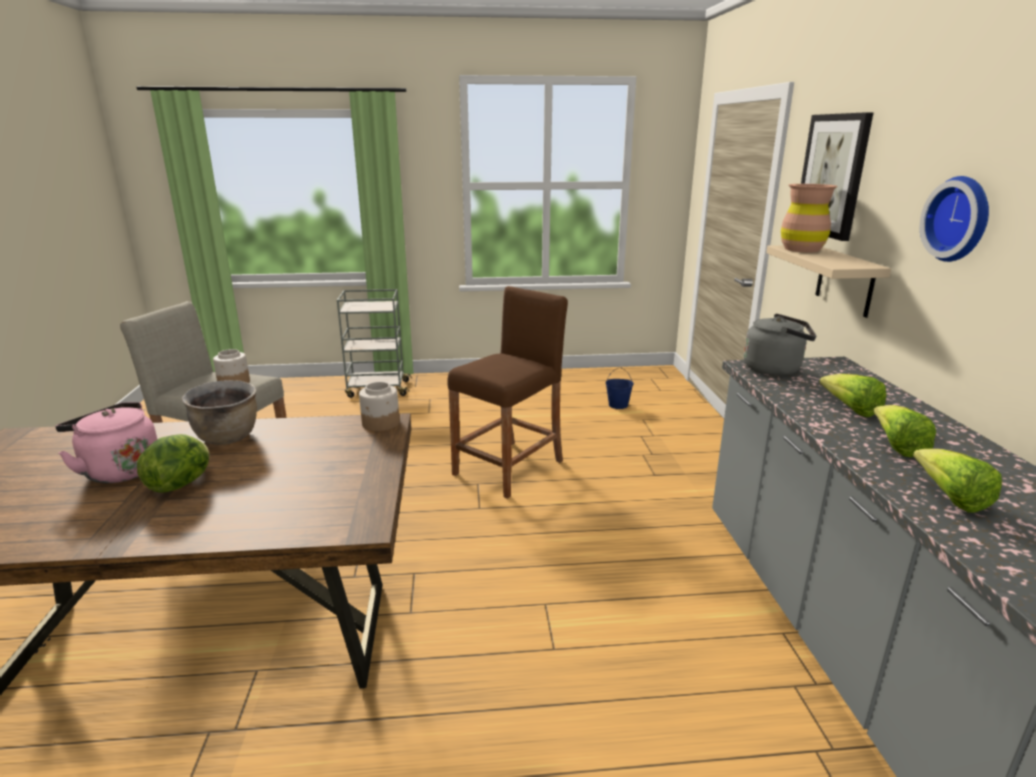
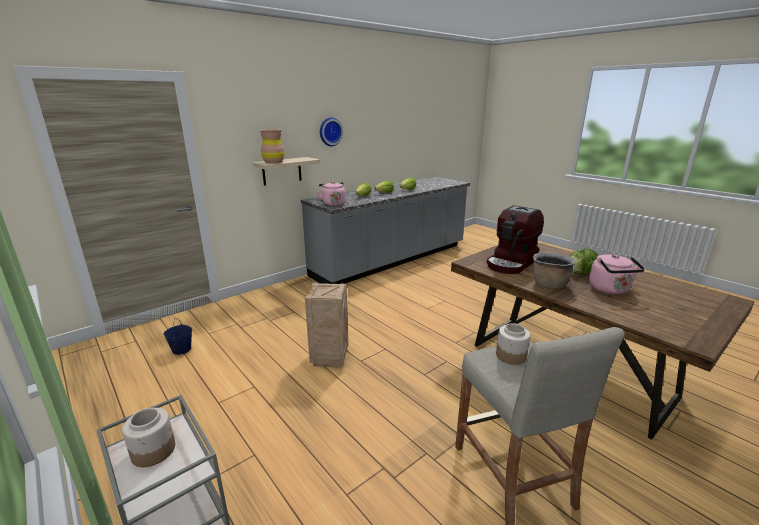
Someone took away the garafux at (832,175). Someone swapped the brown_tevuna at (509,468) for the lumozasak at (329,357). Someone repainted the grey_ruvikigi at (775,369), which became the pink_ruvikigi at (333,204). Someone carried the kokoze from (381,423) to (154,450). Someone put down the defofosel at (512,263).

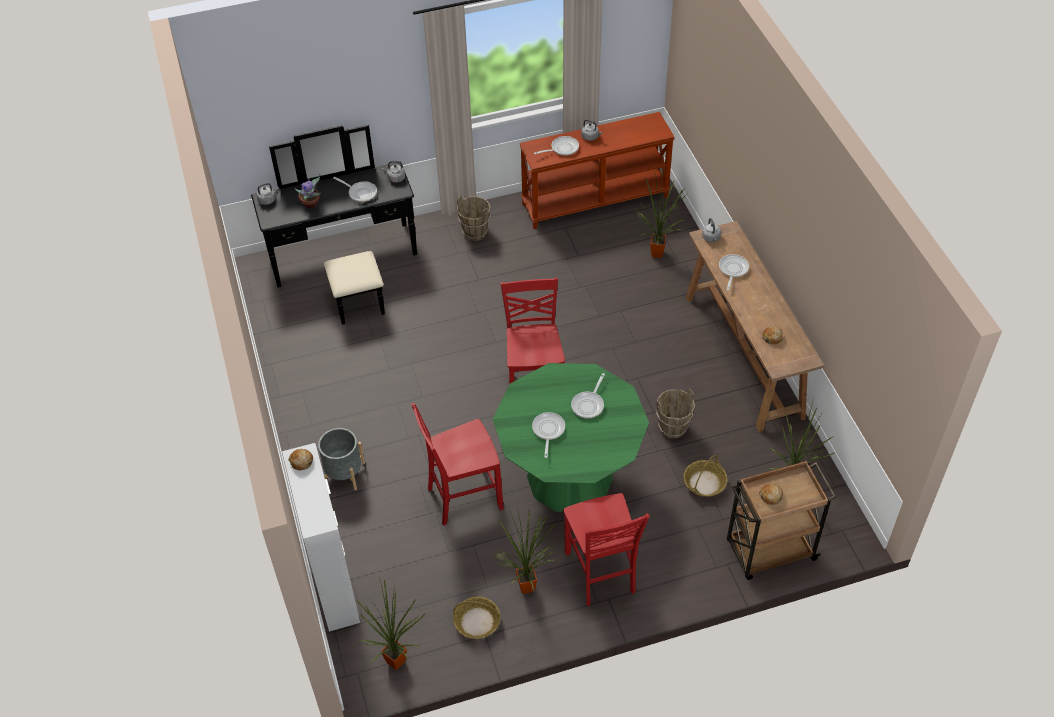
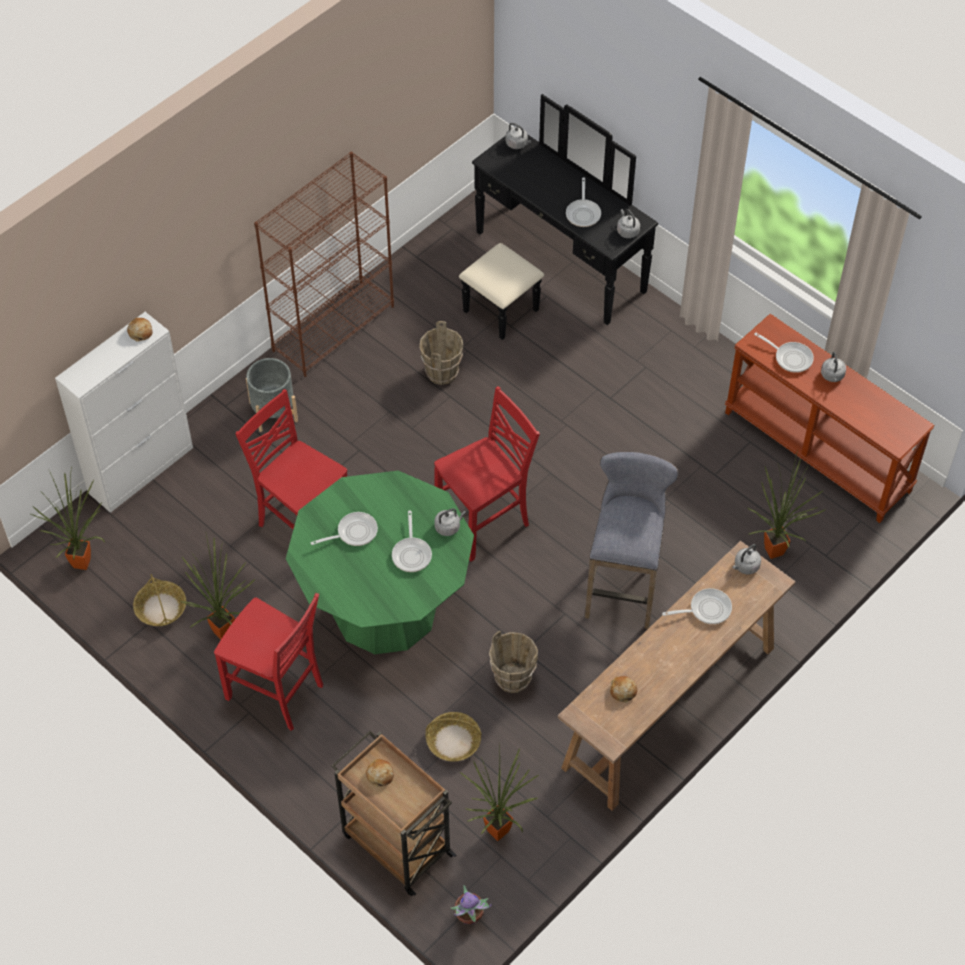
Someone carried the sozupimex from (311,204) to (469,916). Someone carried the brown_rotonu from (475,232) to (442,373). Someone rotated the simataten at (589,404) by 90 degrees counterclockwise. Someone rotated the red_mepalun at (601,574) by 105 degrees counterclockwise. Someone put down the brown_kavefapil at (333,328). Someone put down the grey_tevuna at (623,585). Someone put down the grey_ruvikigi at (448,527).

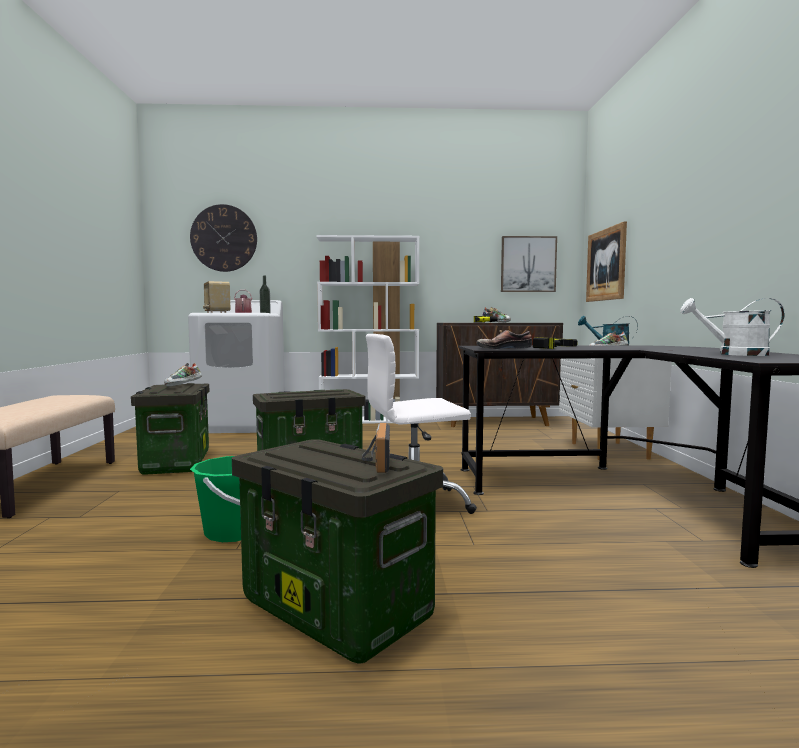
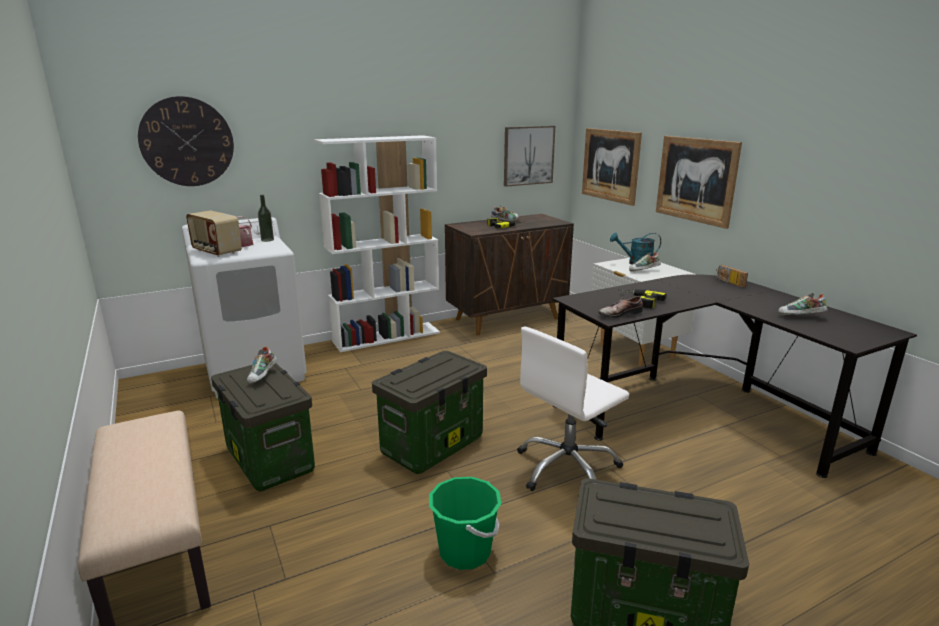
Someone swapped the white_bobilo at (734,354) for the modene at (800,317). Someone carried the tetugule from (375,462) to (727,283). Someone put up the garafux at (696,180).

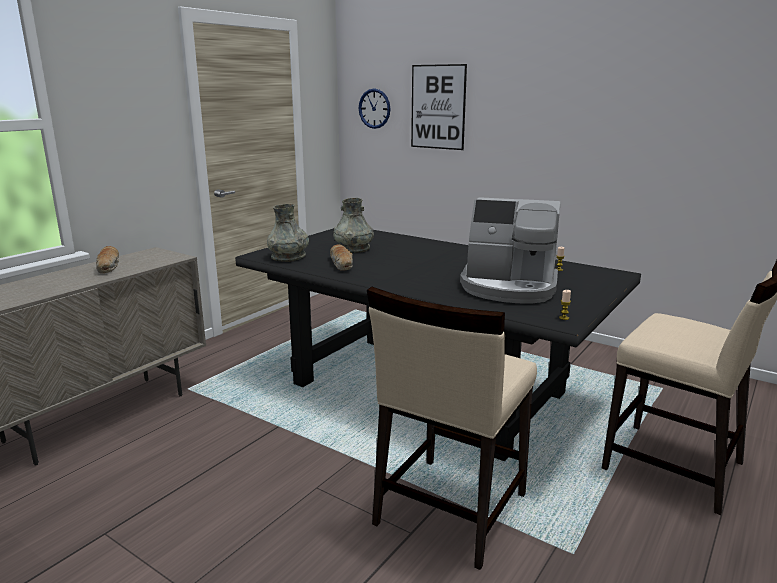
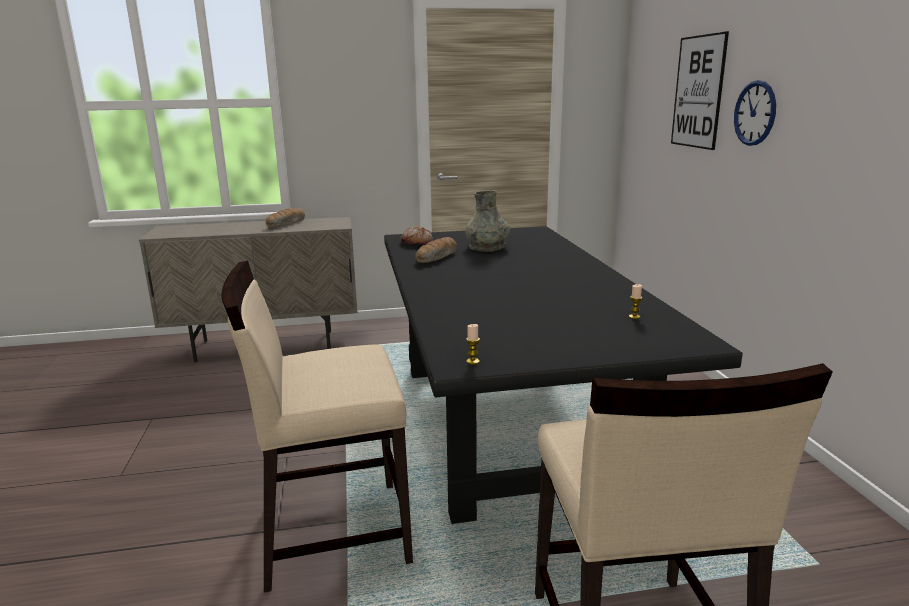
Someone carried the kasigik from (374,108) to (755,113). Someone took away the defofosel at (509,287). Someone swapped the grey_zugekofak at (288,257) for the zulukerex at (417,243).

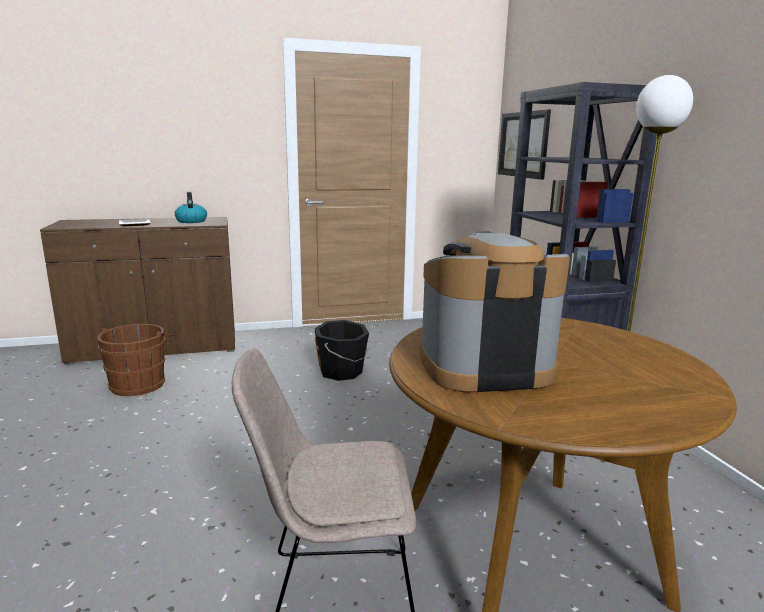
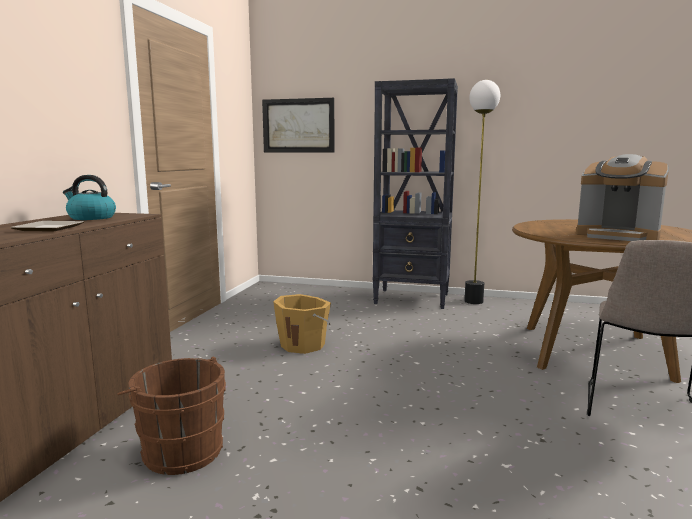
Someone rotated the defofosel at (484,368) by 75 degrees counterclockwise. Someone repainted the black_rotonu at (342,372), which became the orange_rotonu at (303,345).

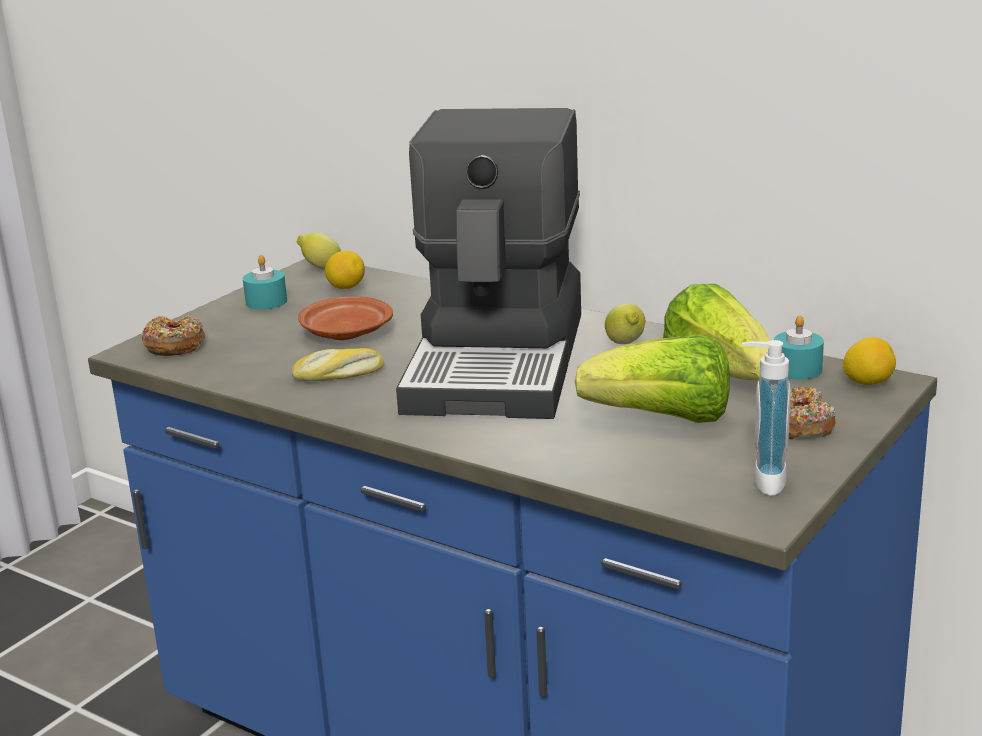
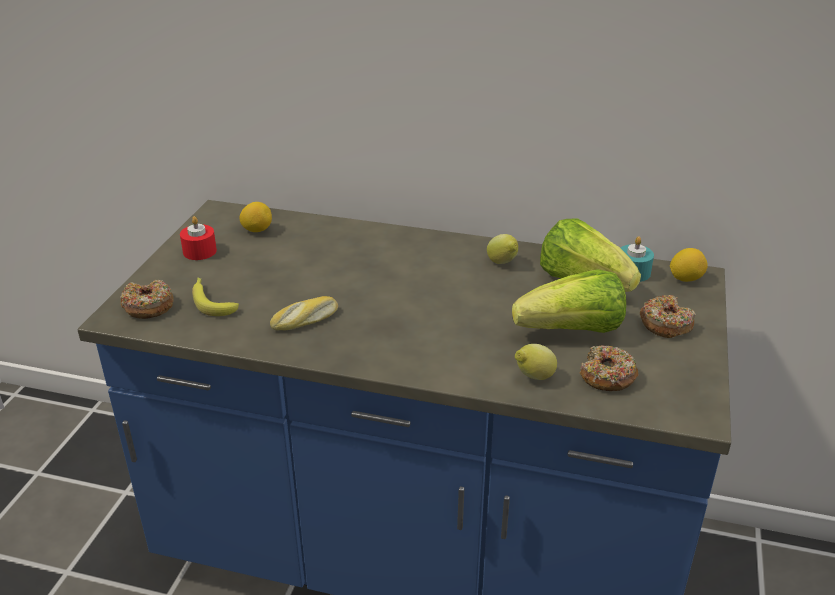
Someone took away the defofosel at (500,361). Someone carried the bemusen from (321,269) to (533,377). Someone repainted the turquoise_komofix at (266,302), which became the red_komofix at (199,251). Someone took away the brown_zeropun at (345,332). Someone took away the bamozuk at (762,481). Someone put down the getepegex at (211,301). Someone put down the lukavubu at (607,376).

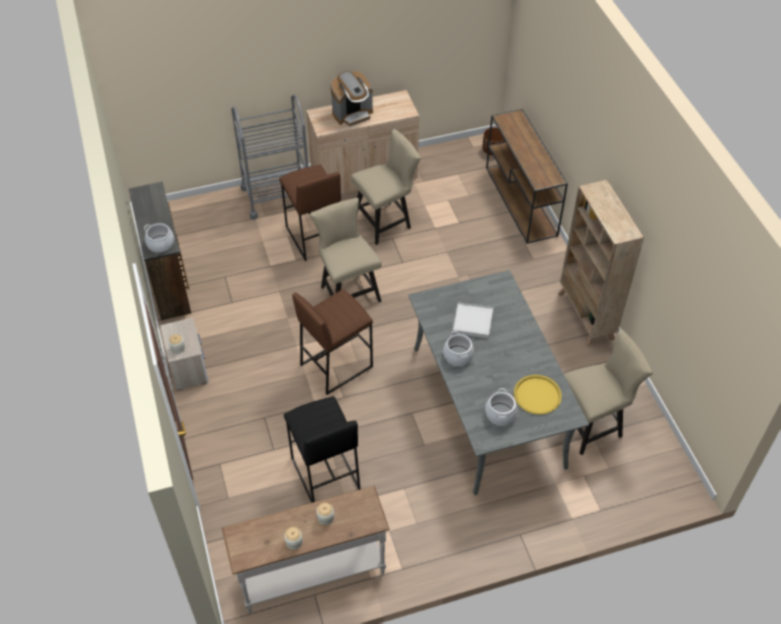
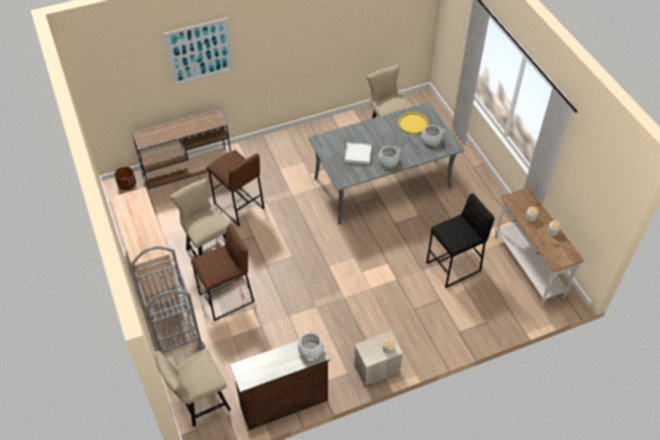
Someone took away the defofosel at (352,114). Someone took away the beige_kavefapil at (585,316). Someone carried the beige_mepalun from (347,291) to (199,403). Someone carried the brown_tevuna from (336,365) to (238,206). Someone put up the garafux at (199,51).

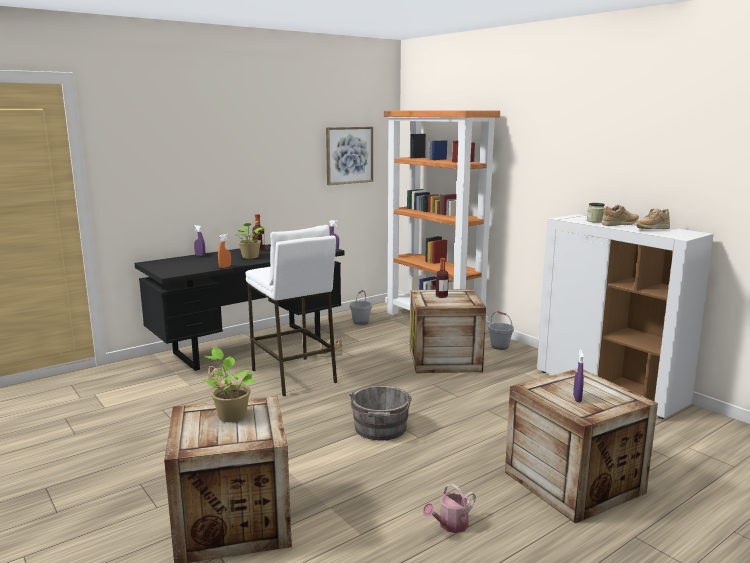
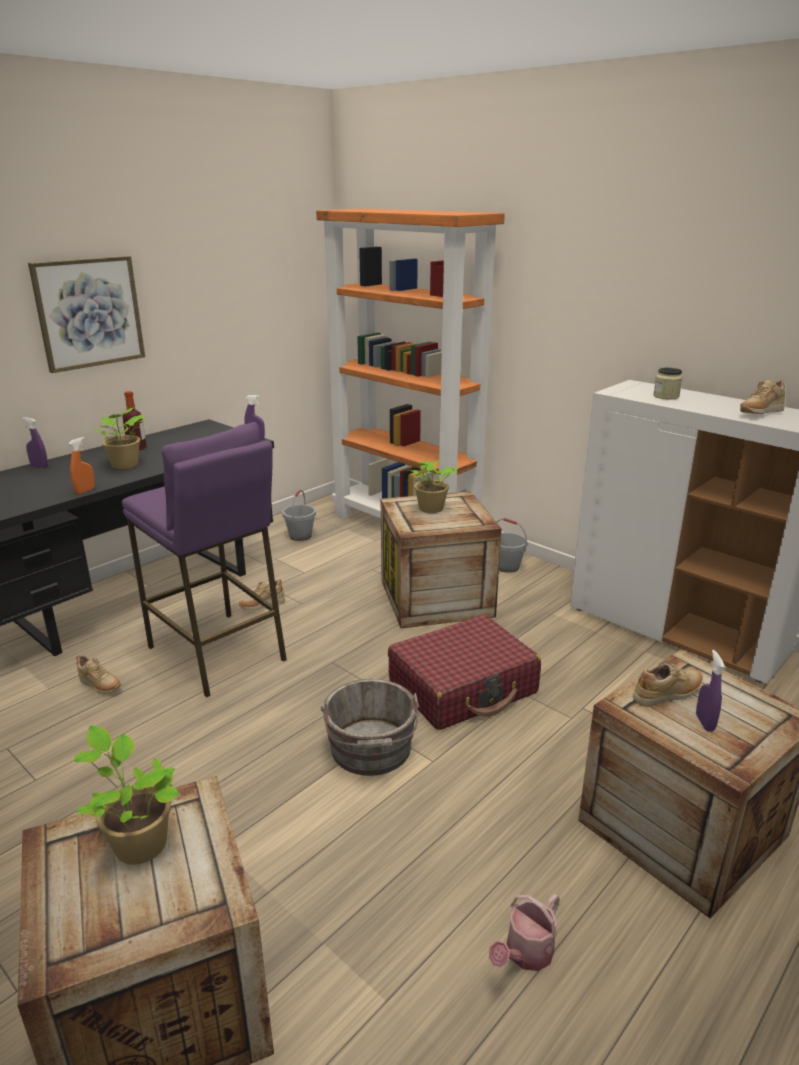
Someone carried the garafux from (349,155) to (89,313). Someone carried the beige_modene from (620,225) to (667,695). Someone repainted the white_tevuna at (294,376), which became the purple_tevuna at (217,653). Someone swapped the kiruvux at (441,296) for the sozupimex at (430,509). Someone put down the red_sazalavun at (463,687).

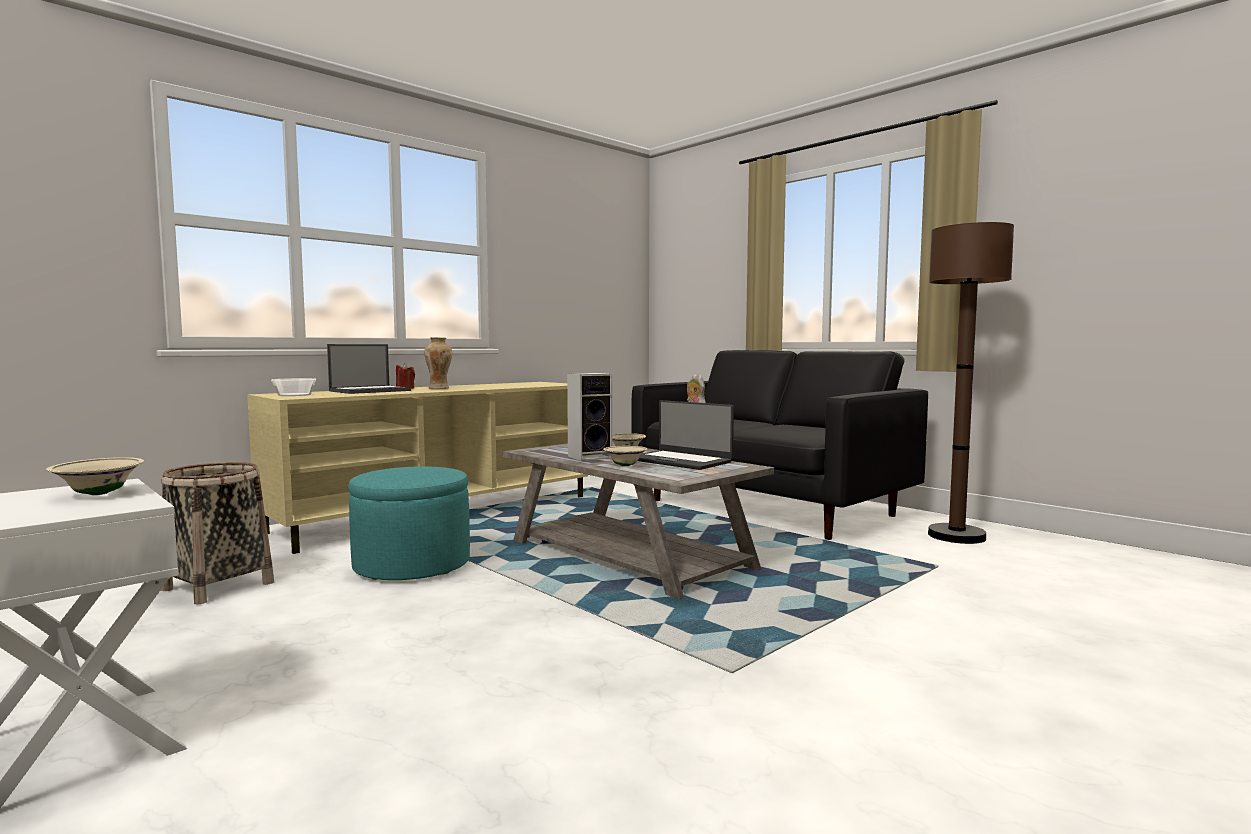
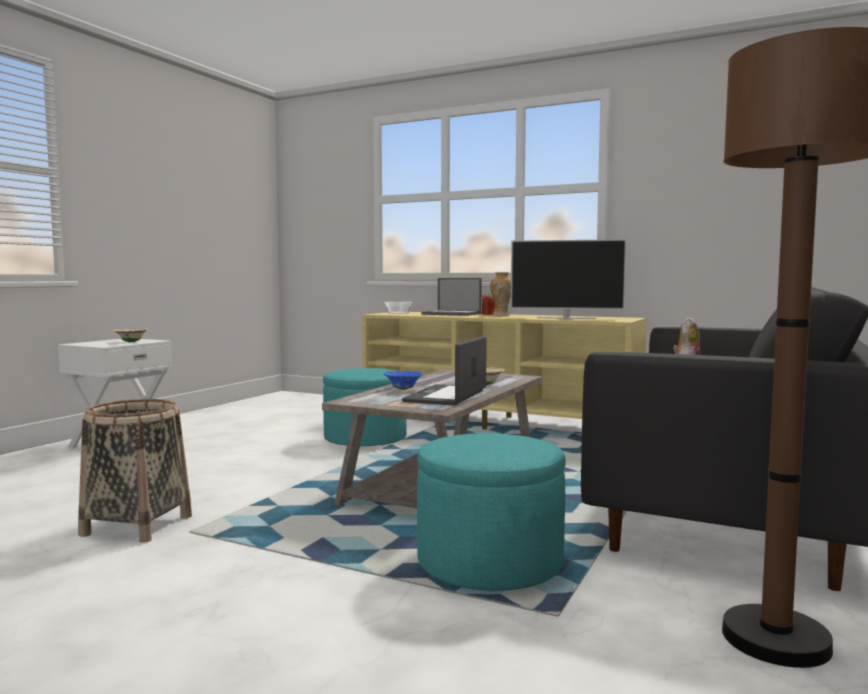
Someone took away the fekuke at (591,457). Someone repainted the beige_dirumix at (625,466), which became the blue_dirumix at (403,389). Someone carried the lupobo from (219,586) to (137,525). Someone put down the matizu at (566,318). Someone put down the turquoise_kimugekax at (489,563).

